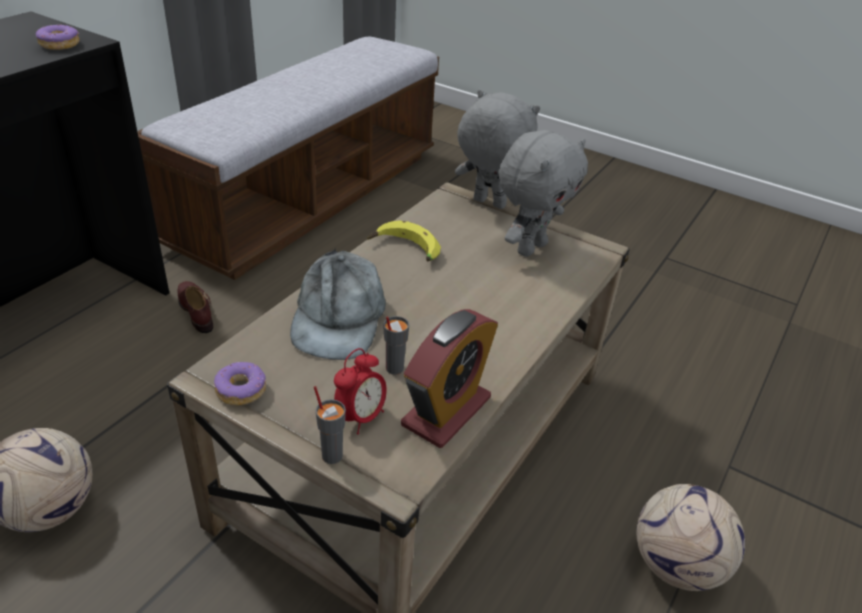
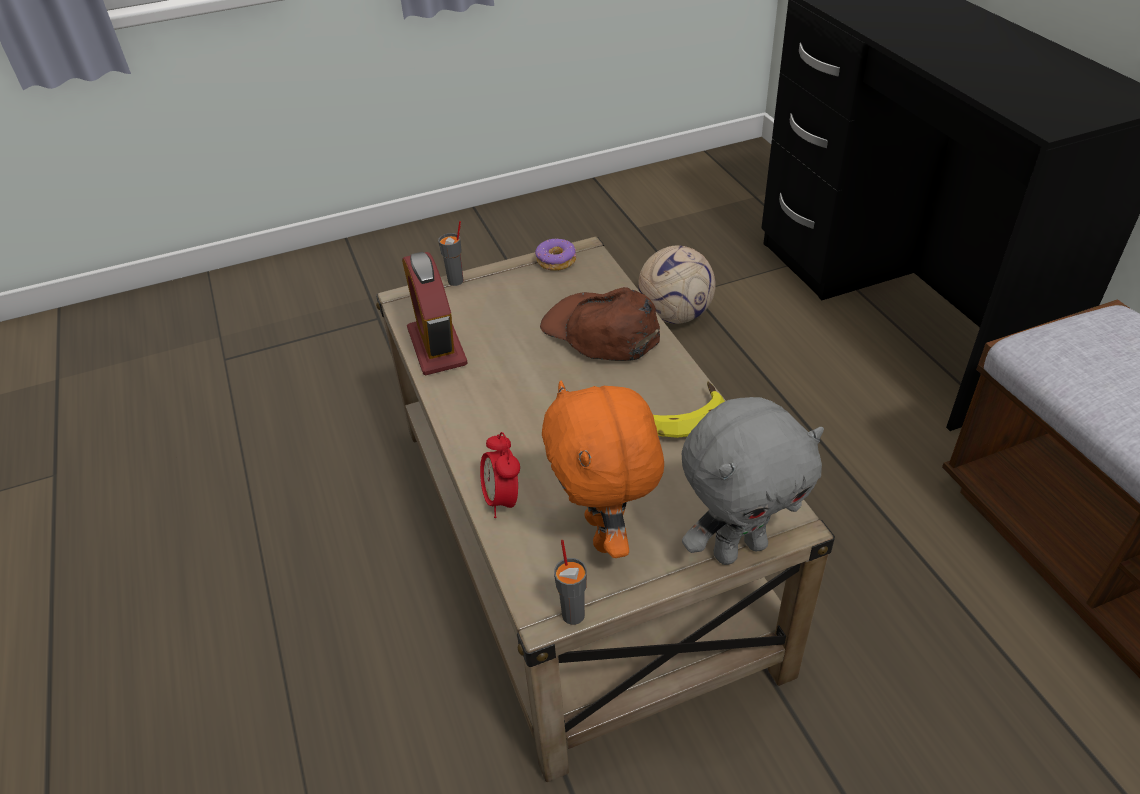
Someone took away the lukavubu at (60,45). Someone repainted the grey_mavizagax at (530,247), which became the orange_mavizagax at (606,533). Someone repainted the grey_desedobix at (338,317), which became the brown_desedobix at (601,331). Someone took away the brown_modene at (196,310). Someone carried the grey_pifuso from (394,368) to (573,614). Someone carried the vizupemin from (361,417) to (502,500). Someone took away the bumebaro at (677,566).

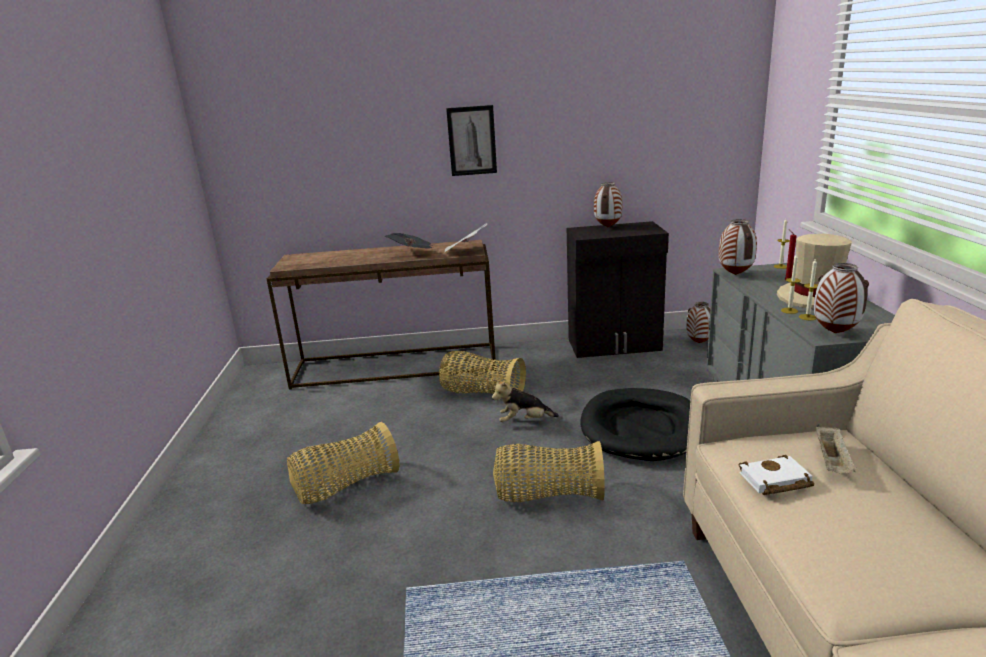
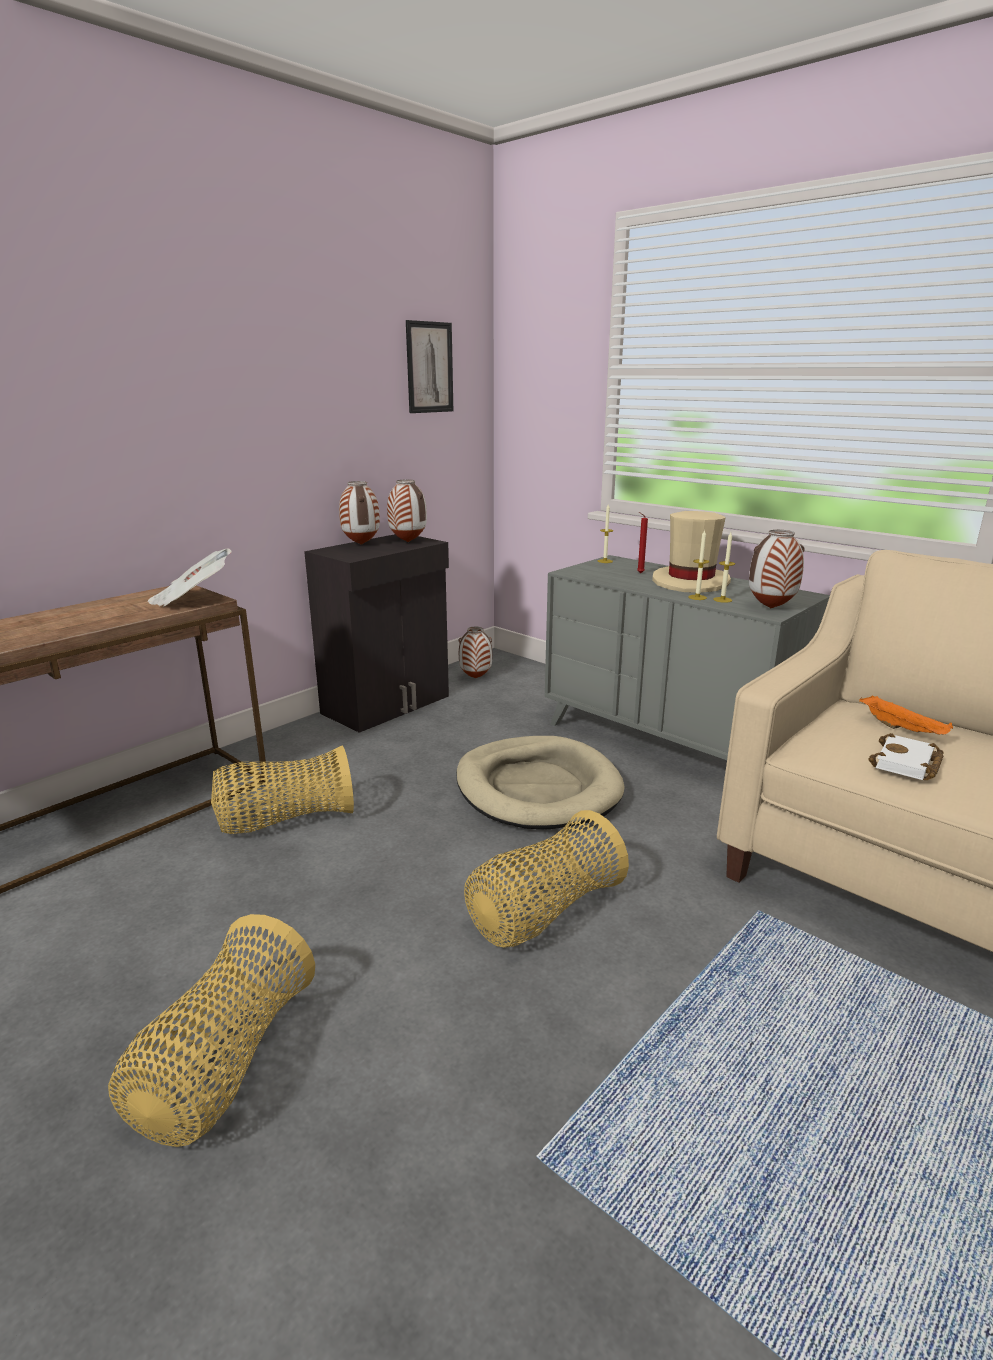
Someone carried the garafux from (472,141) to (429,367). Someone carried the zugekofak from (734,274) to (407,542). Someone took away the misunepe at (412,254). Someone took away the mavizagax at (524,421). Someone repainted the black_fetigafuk at (641,428), which became the beige_fetigafuk at (537,788). Someone repainted the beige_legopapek at (832,462), which became the orange_legopapek at (903,729).

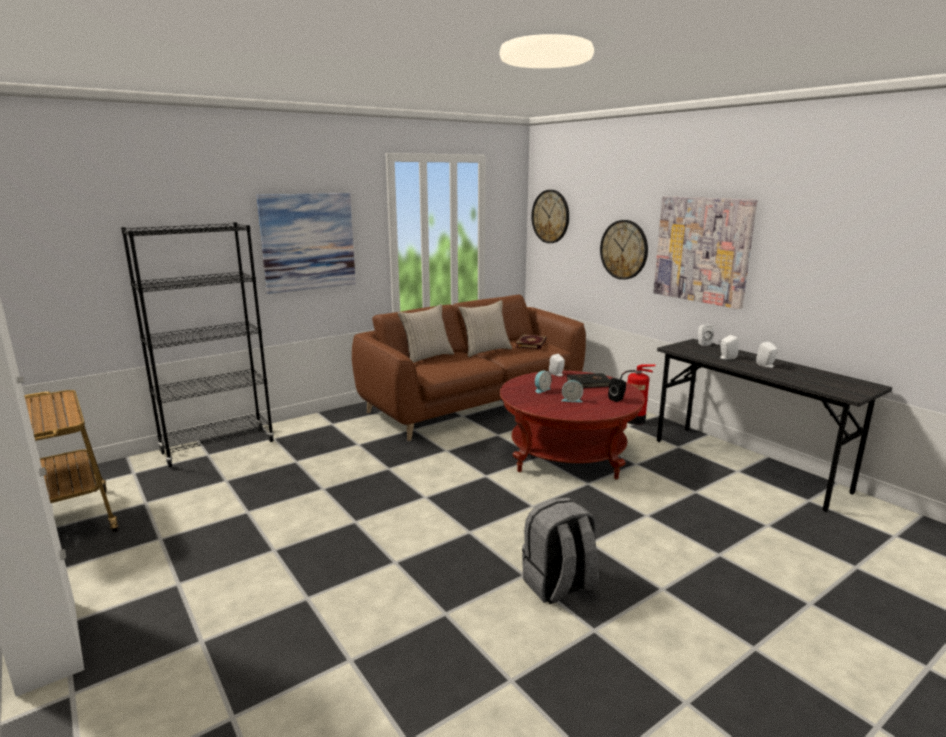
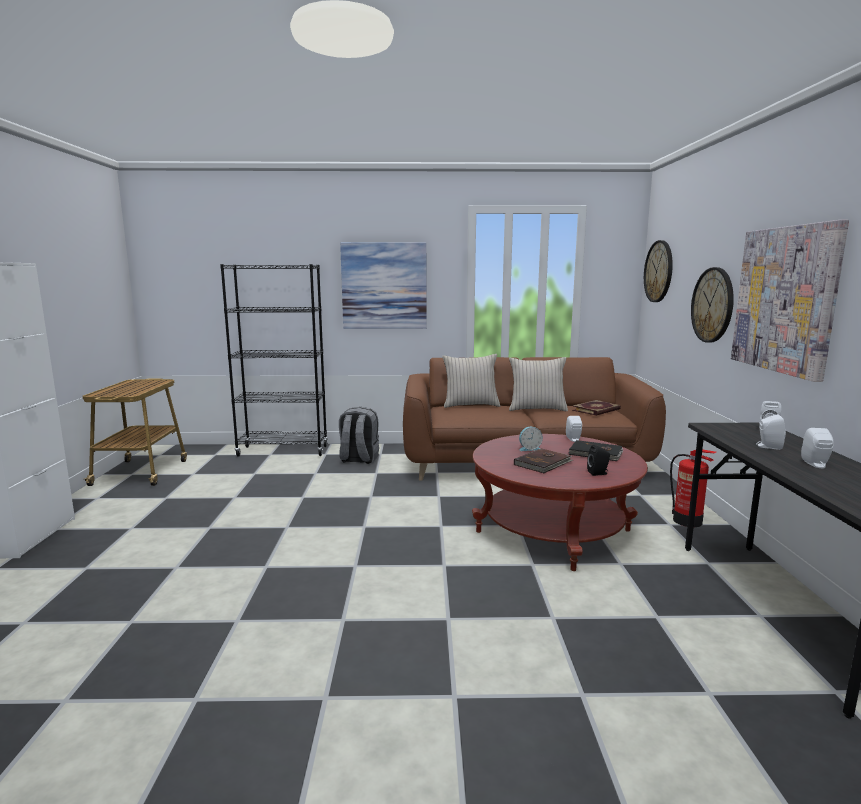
Someone swapped the vizupemin at (571,400) for the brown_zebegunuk at (543,463). Someone carried the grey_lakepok from (559,586) to (358,459).

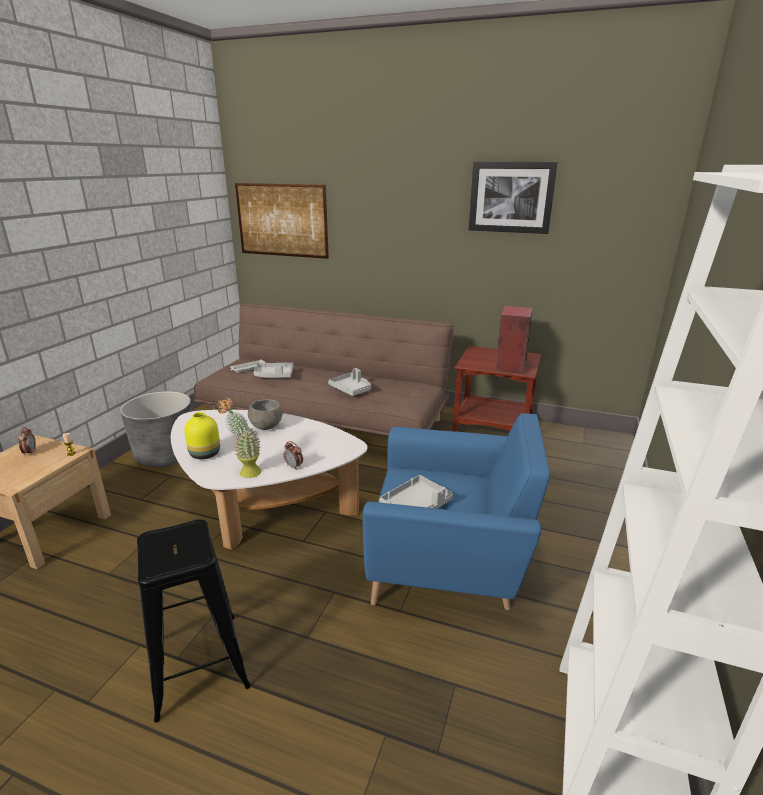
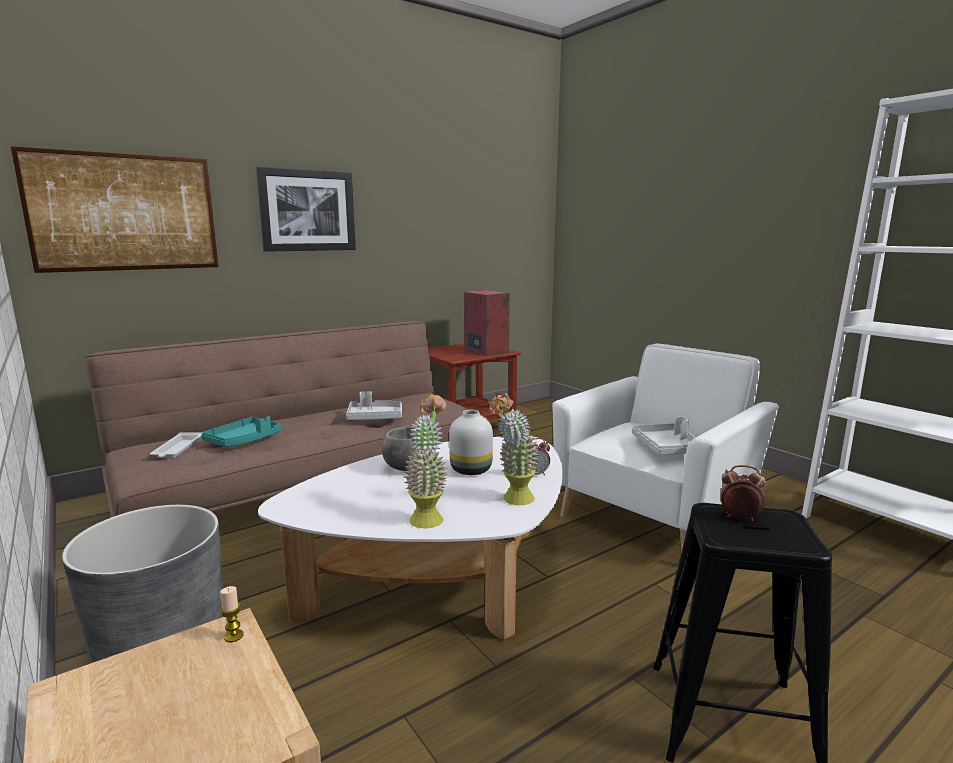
Someone carried the garafux from (511,197) to (307,211). Someone repainted the grey_legopapek at (274,375), which became the turquoise_legopapek at (244,441). Someone swapped the yellow_zugekofak at (205,454) for the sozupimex at (428,516). Someone repainted the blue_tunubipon at (449,565), which became the white_tunubipon at (656,514). Someone carried the vizupemin from (30,452) to (739,517). Someone put down the white_zugekofak at (471,469).

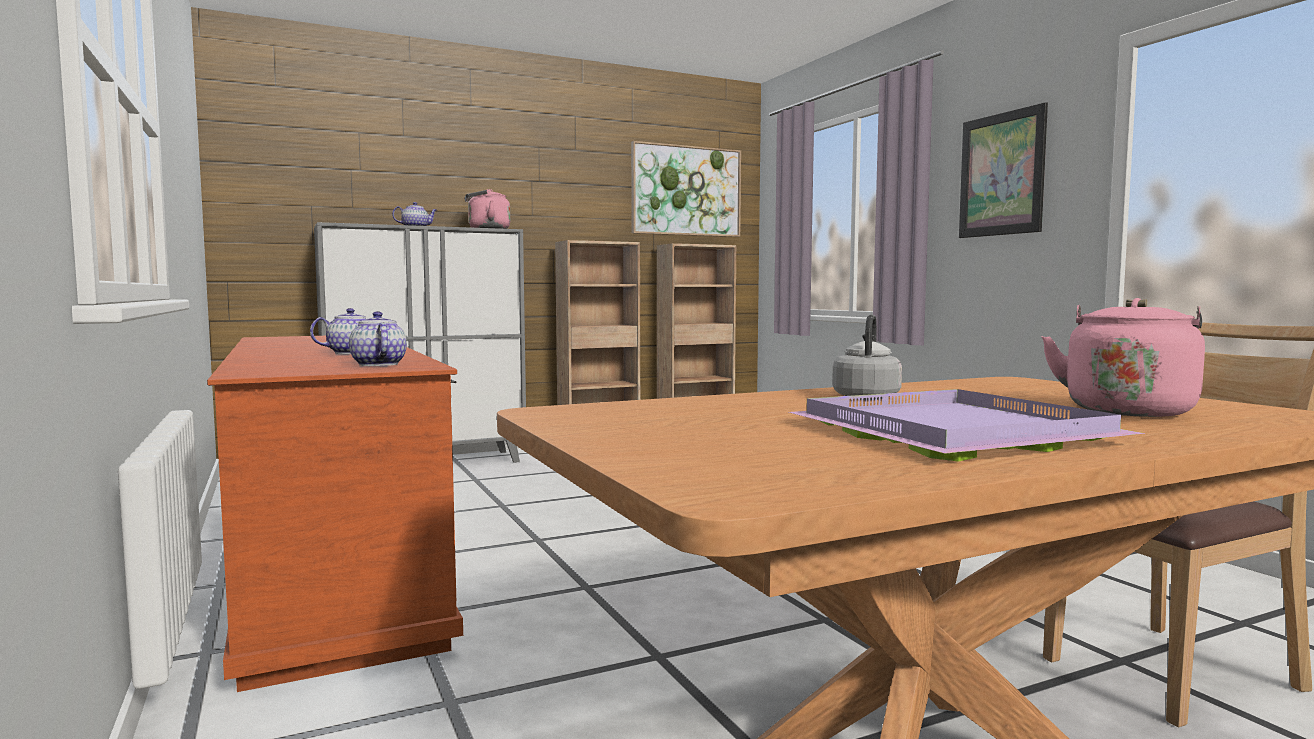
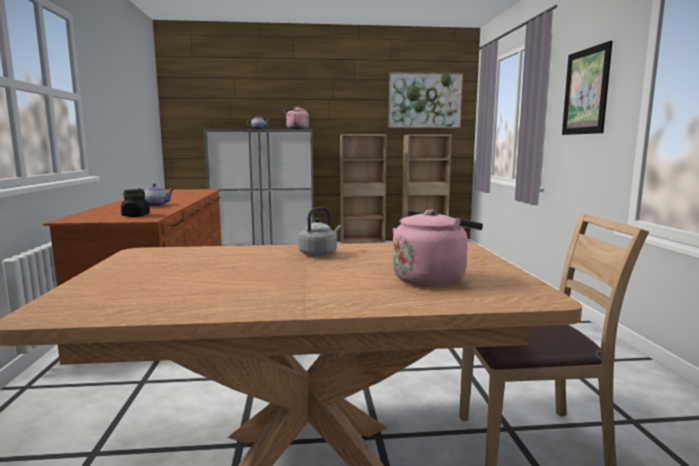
Someone swapped the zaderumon at (377,364) for the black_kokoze at (136,216). Someone took away the purple_legopapek at (951,434).

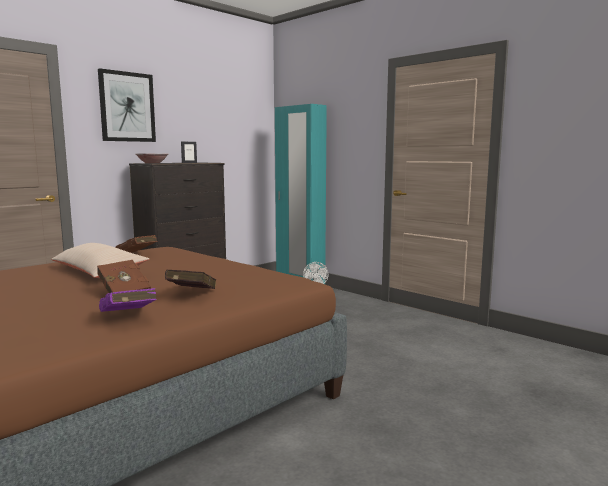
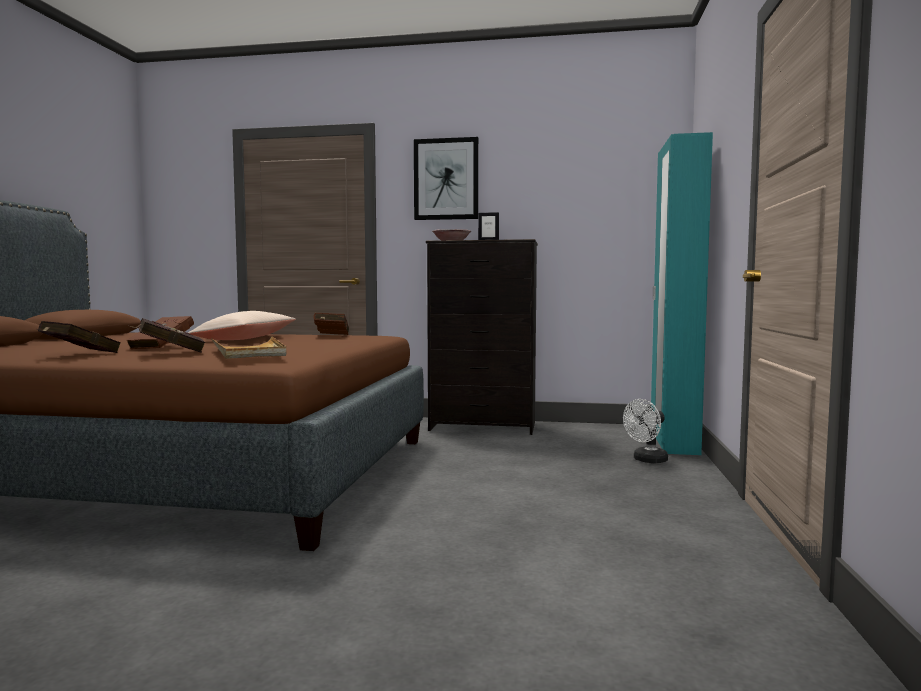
Someone repainted the purple_zebegunuk at (127,318), which became the red_zebegunuk at (77,354). Someone put down the beige_legopapek at (249,352).

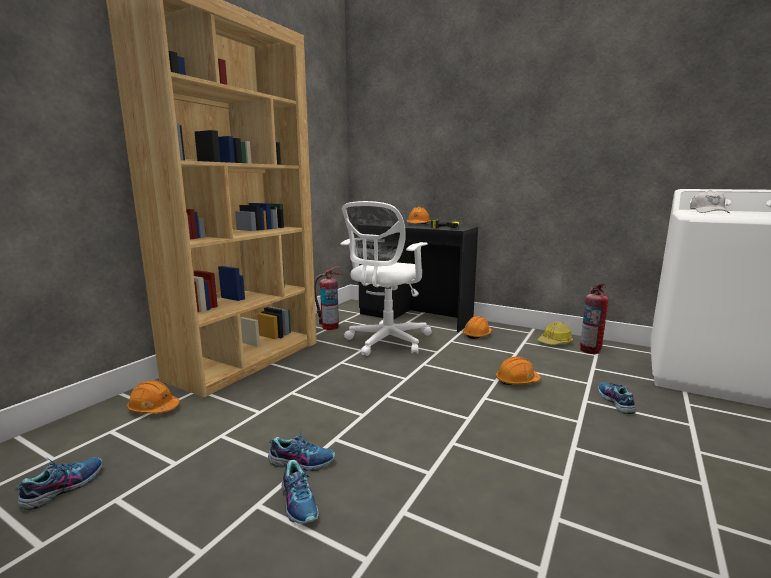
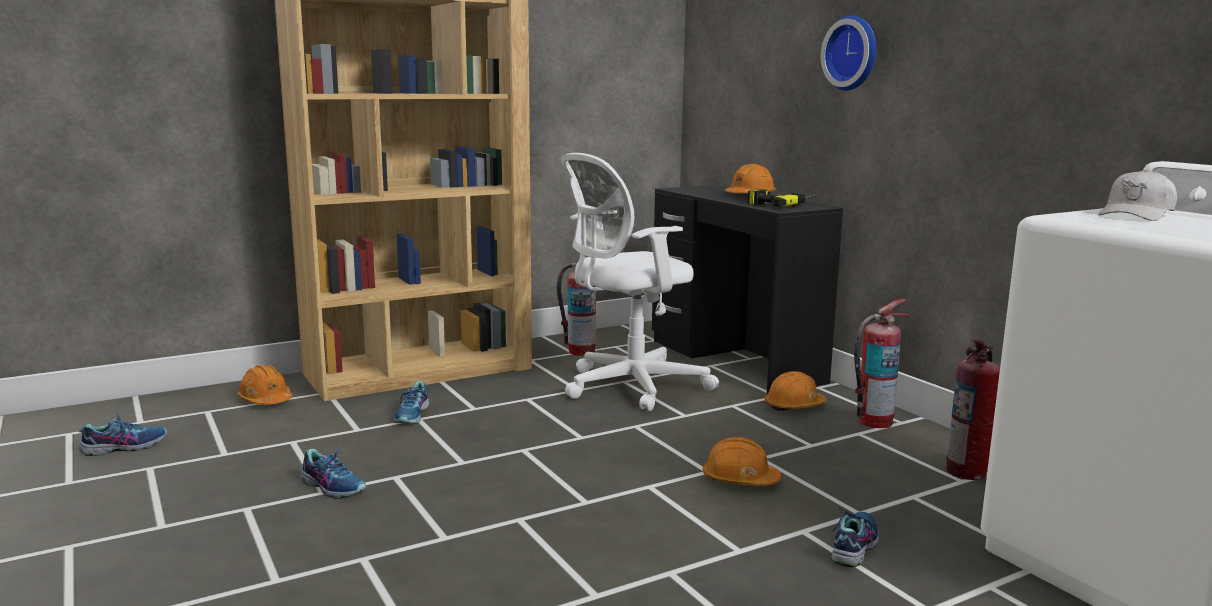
Someone took away the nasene at (555,342). Someone carried the modene from (300,502) to (413,415). Someone put up the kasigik at (853,53). Someone put down the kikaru at (874,422).

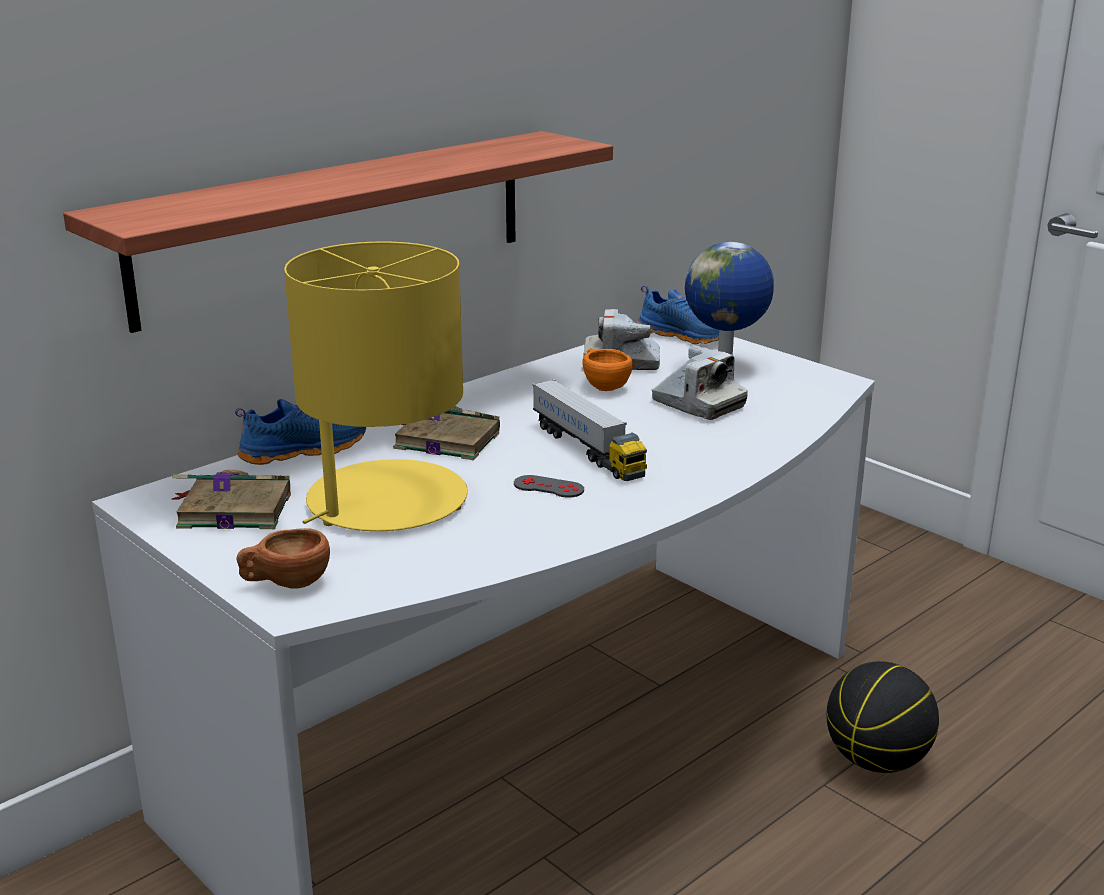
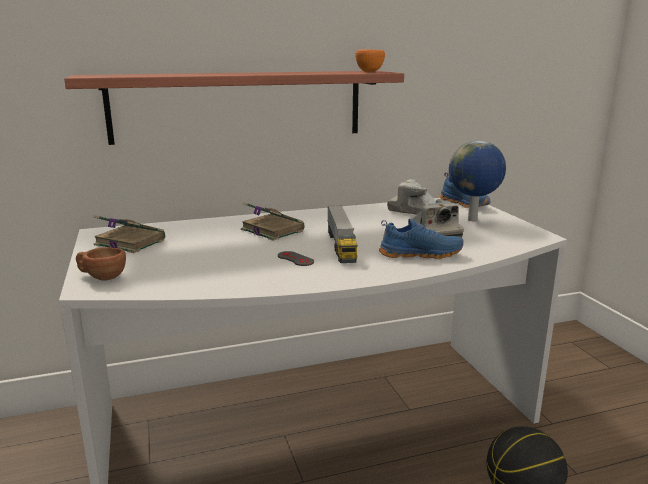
Someone took away the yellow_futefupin at (385,500). Someone carried the orange_pifuso from (603,385) to (369,71). Someone carried the blue_modene from (303,450) to (420,254).

